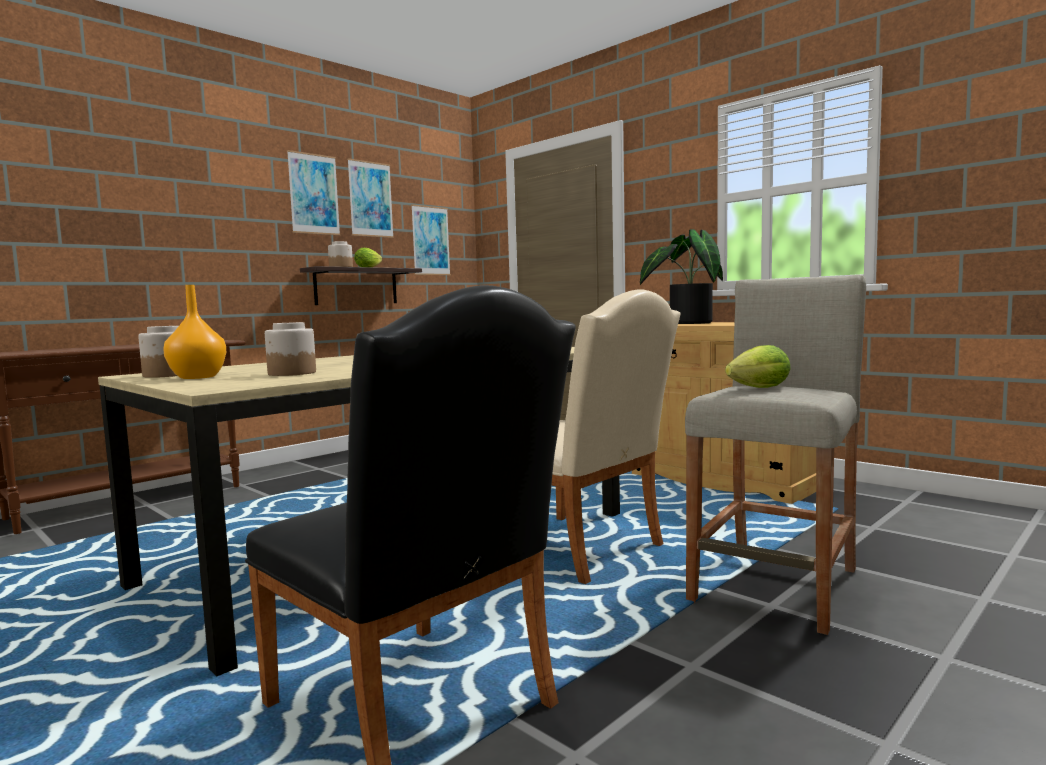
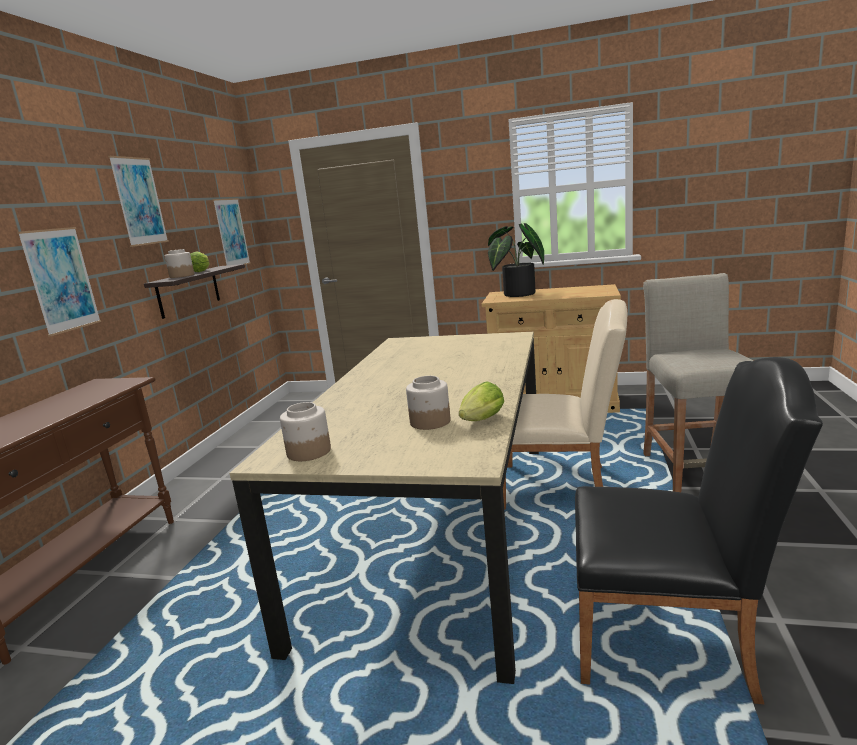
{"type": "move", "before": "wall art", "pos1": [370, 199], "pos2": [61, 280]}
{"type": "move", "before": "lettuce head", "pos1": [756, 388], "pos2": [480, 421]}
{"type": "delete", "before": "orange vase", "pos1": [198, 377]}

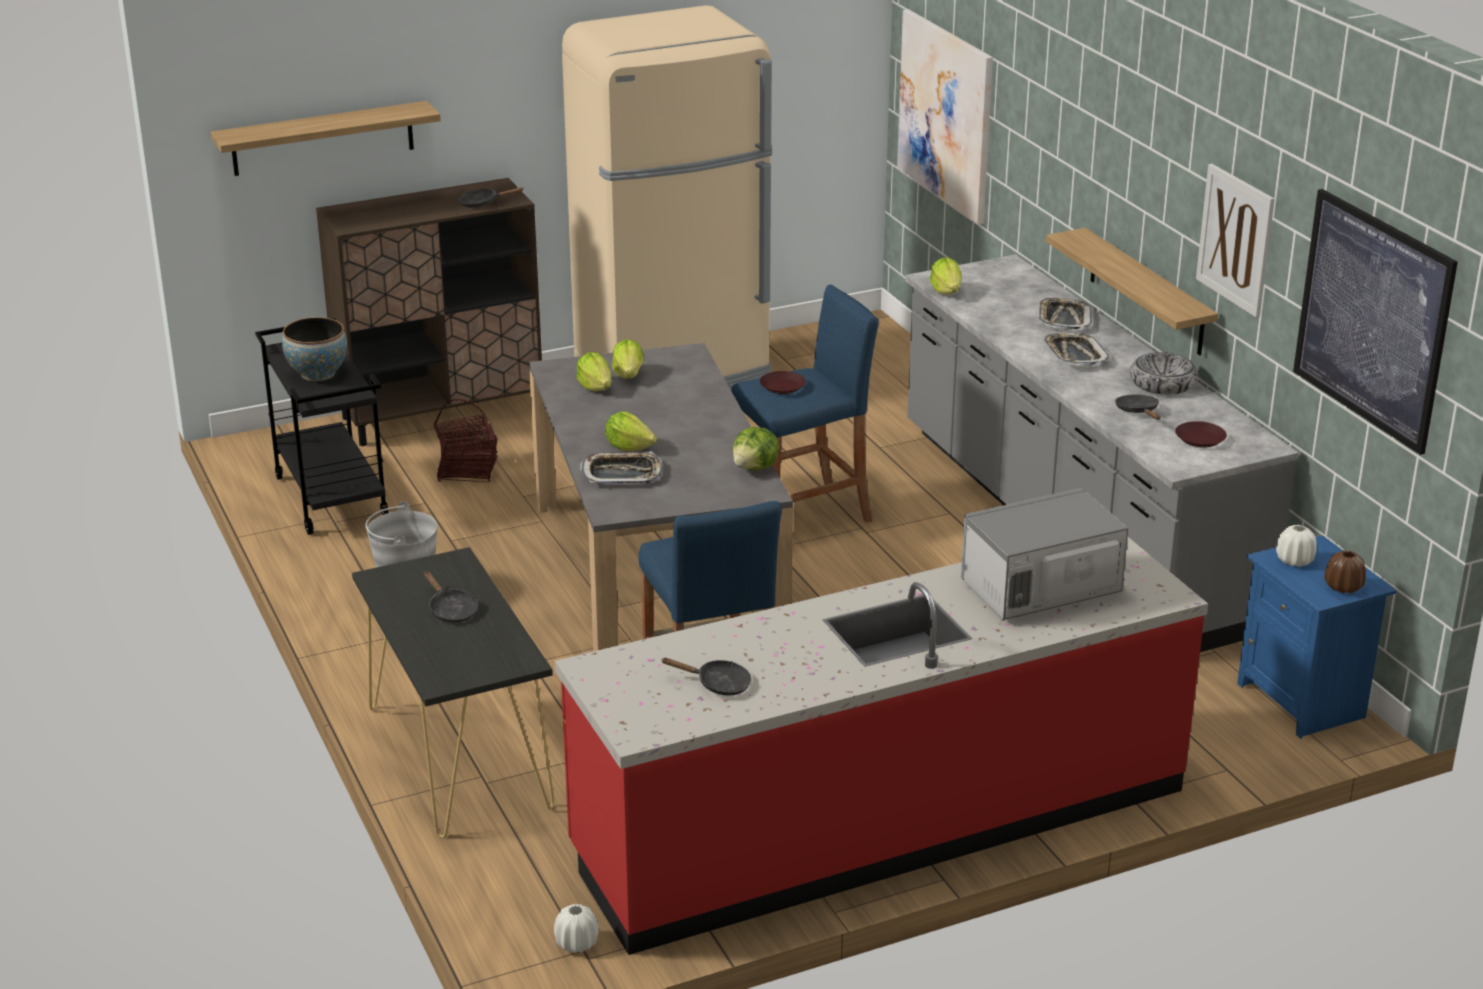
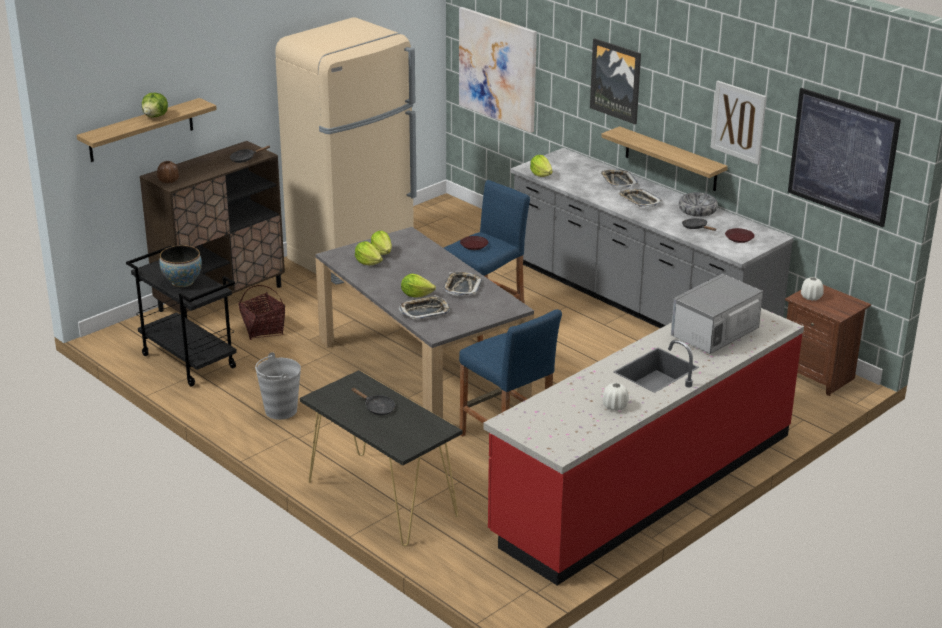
{"type": "move", "before": "lettuce head", "pos1": [755, 468], "pos2": [155, 116]}
{"type": "move", "before": "brown vase", "pos1": [1343, 587], "pos2": [168, 181]}
{"type": "insert", "after": "serving tray", "pos2": [462, 287]}
{"type": "insert", "after": "wall art", "pos2": [616, 80]}
{"type": "move", "before": "whitish vase", "pos1": [577, 943], "pos2": [615, 406]}
{"type": "recolor", "before": "blue night table", "after": "brown night table", "pos1": [1303, 700], "pos2": [818, 375]}
{"type": "delete", "before": "blackish pan", "pos1": [718, 684]}

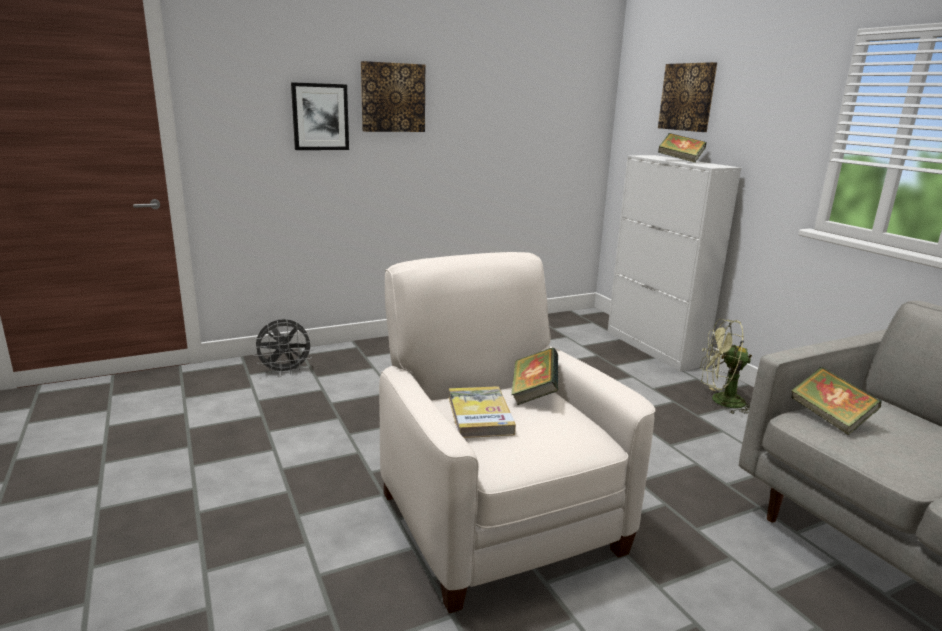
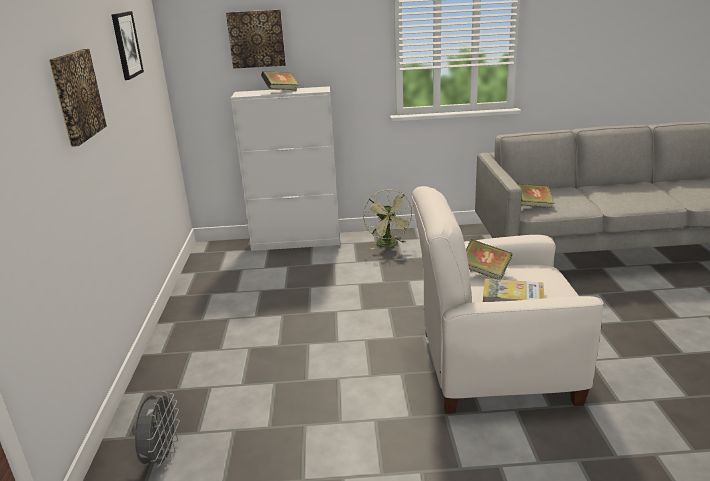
{"type": "move", "before": "wall art", "pos1": [320, 117], "pos2": [126, 45]}
{"type": "rotate", "before": "green-coloured fan", "pos1": [720, 401], "pos2": [389, 245], "turn": -45}

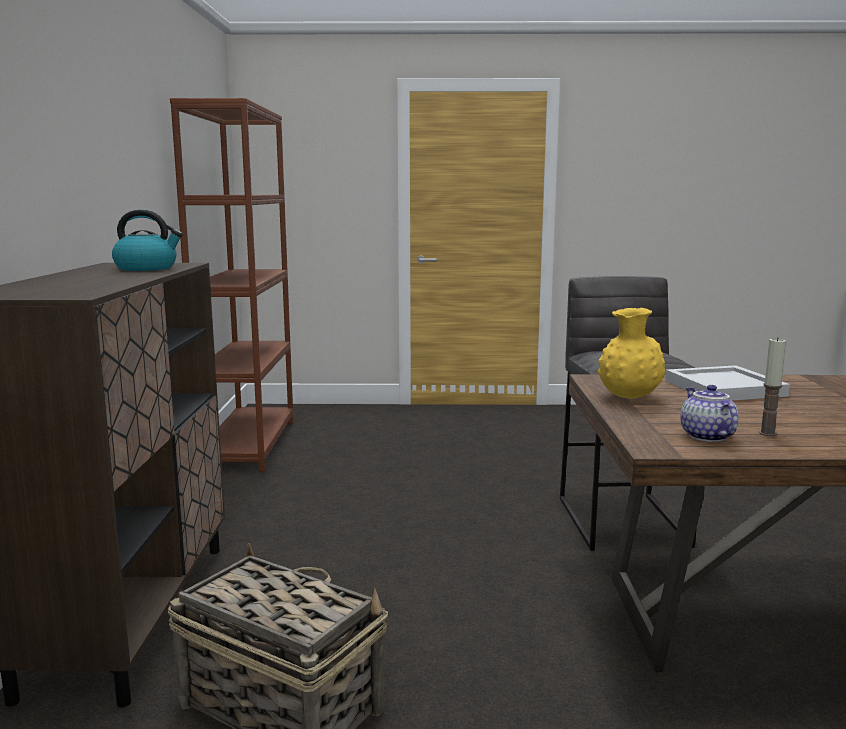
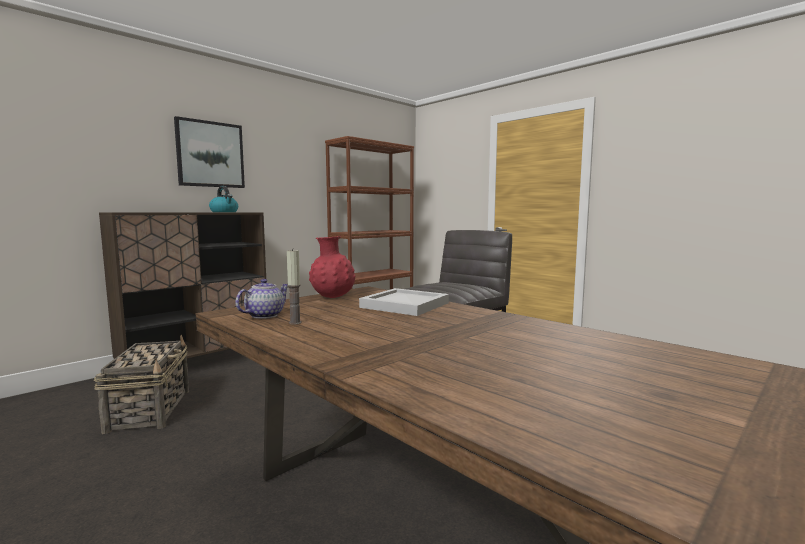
{"type": "insert", "after": "wall art", "pos2": [210, 154]}
{"type": "recolor", "before": "yellowish vase", "after": "red-coloured vase", "pos1": [629, 397], "pos2": [332, 297]}

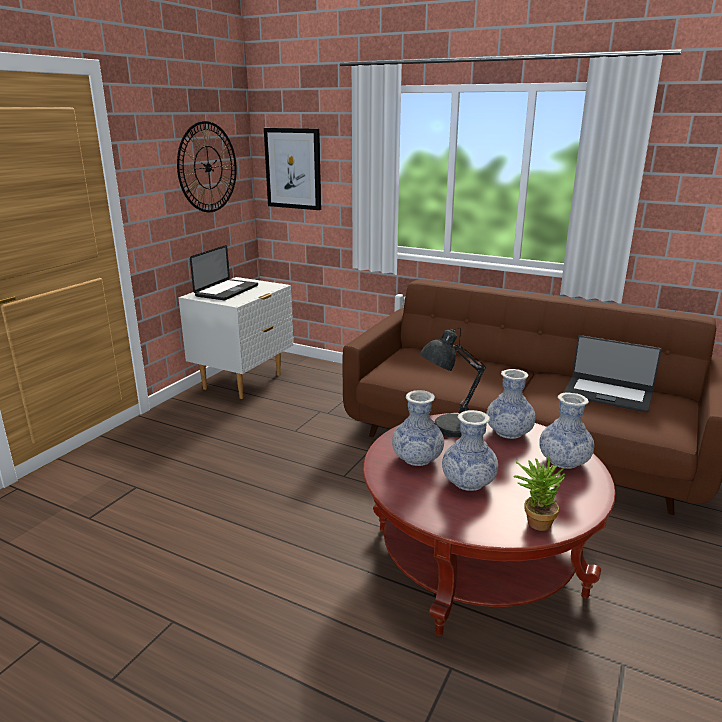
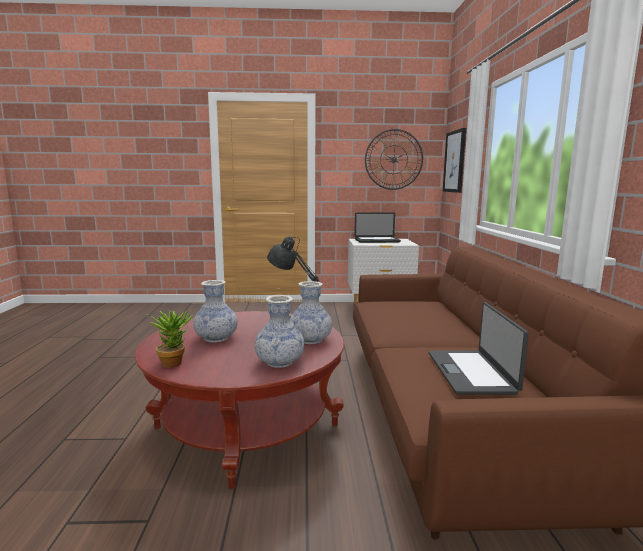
{"type": "delete", "before": "vase", "pos1": [417, 458]}

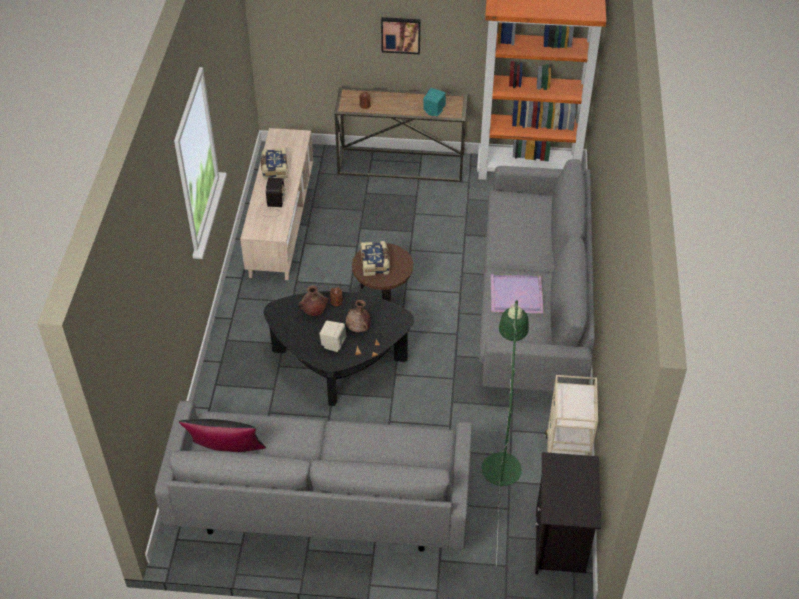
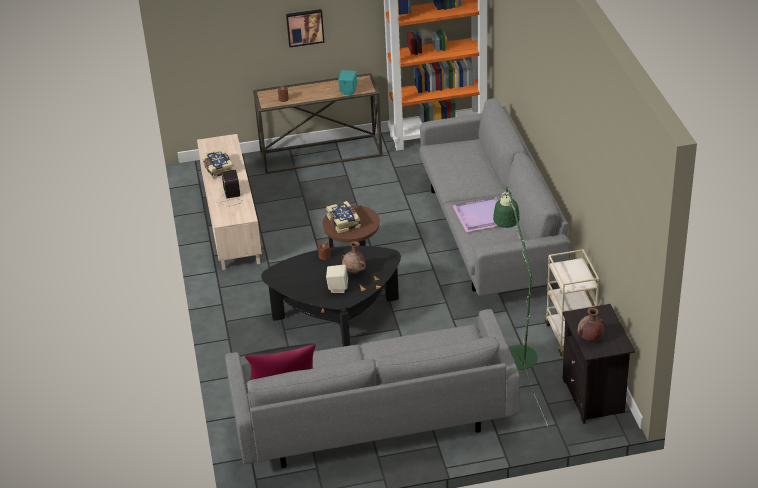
{"type": "move", "before": "brown vase", "pos1": [314, 311], "pos2": [589, 338]}

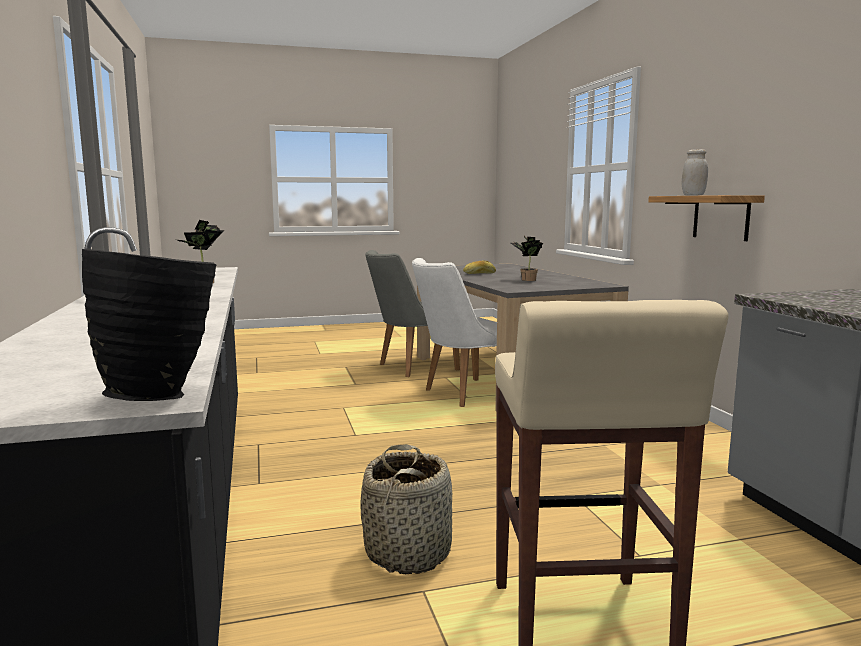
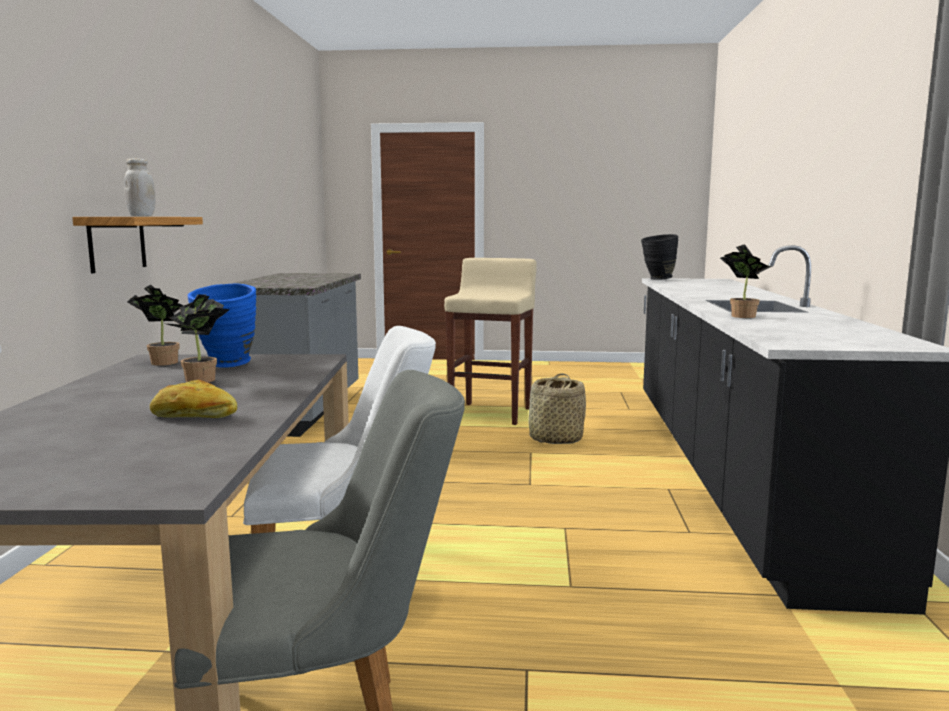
{"type": "insert", "after": "potted plant", "pos2": [161, 362]}
{"type": "insert", "after": "blue vase", "pos2": [227, 365]}

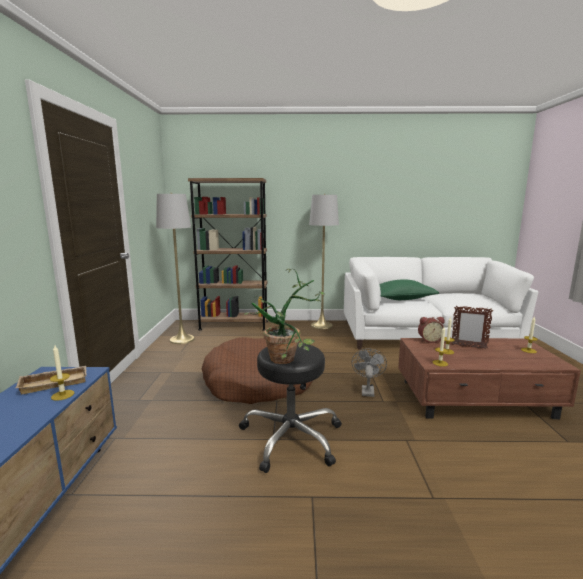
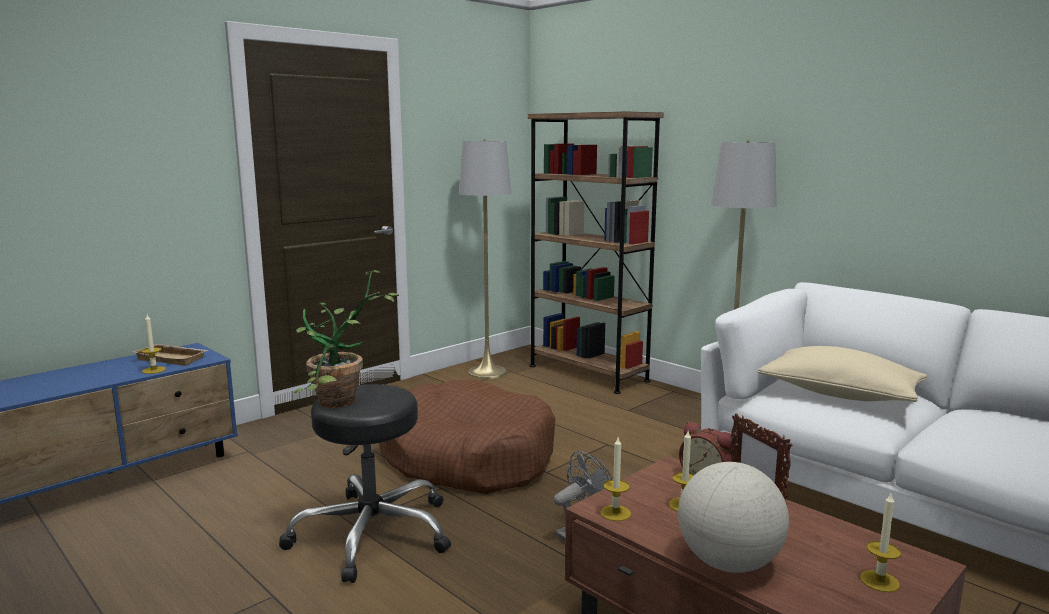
{"type": "insert", "after": "world globe", "pos2": [729, 563]}
{"type": "recolor", "before": "green-coloured throw pillow", "after": "sand-coloured throw pillow", "pos1": [401, 299], "pos2": [839, 394]}

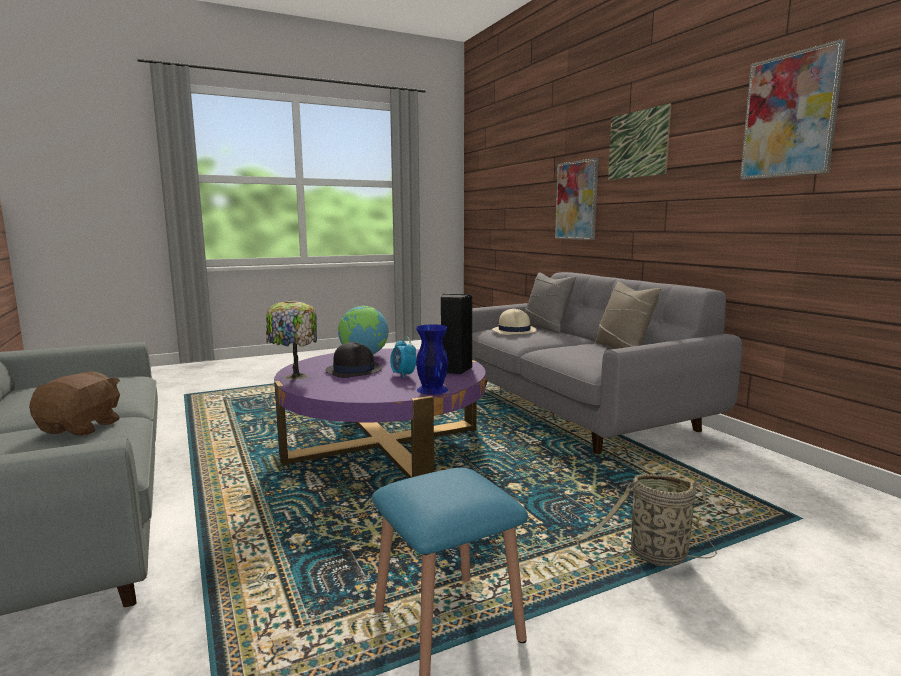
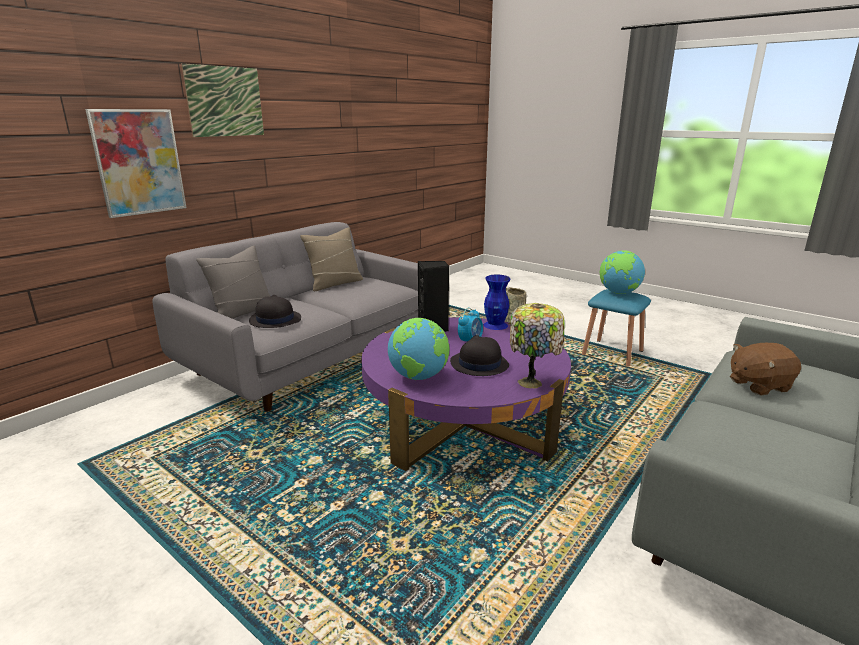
{"type": "recolor", "before": "sand-coloured clothing hat", "after": "blackish clothing hat", "pos1": [514, 331], "pos2": [274, 320]}
{"type": "insert", "after": "world globe", "pos2": [618, 293]}
{"type": "delete", "before": "wall art", "pos1": [789, 116]}

